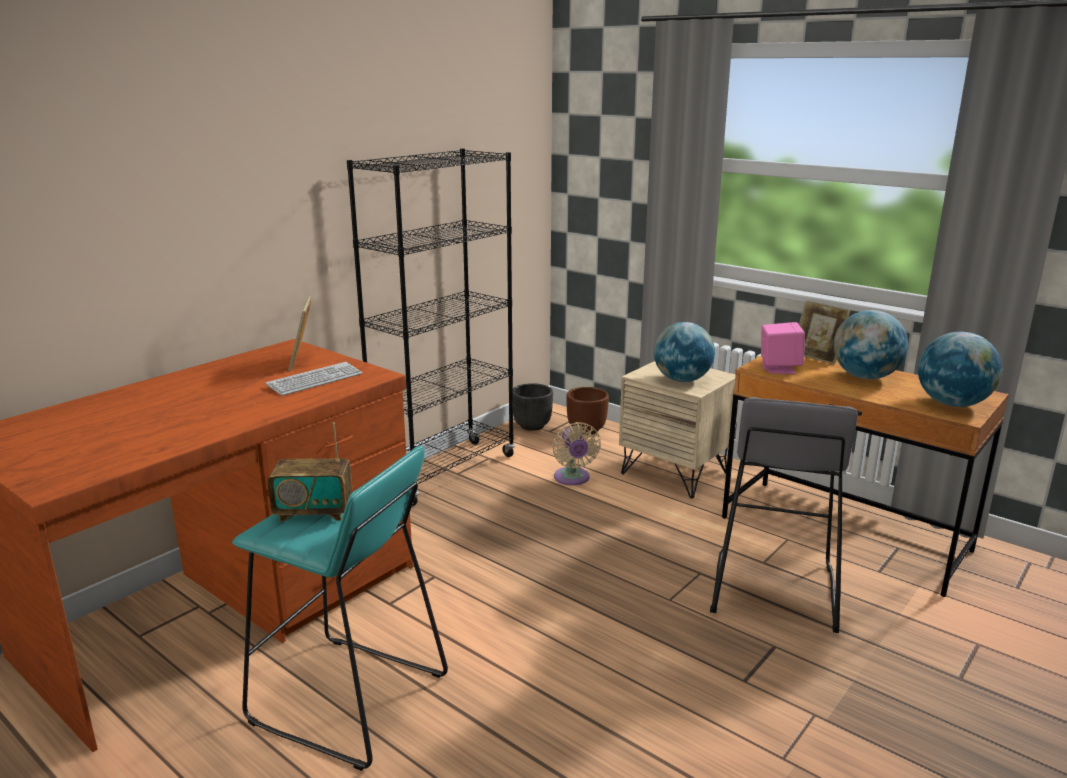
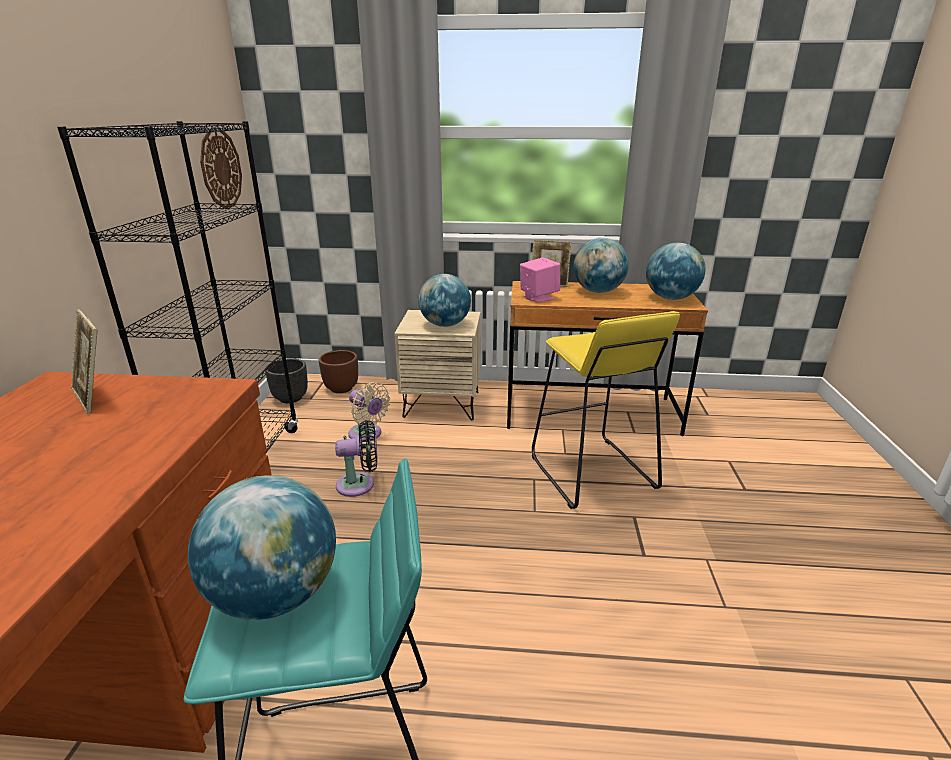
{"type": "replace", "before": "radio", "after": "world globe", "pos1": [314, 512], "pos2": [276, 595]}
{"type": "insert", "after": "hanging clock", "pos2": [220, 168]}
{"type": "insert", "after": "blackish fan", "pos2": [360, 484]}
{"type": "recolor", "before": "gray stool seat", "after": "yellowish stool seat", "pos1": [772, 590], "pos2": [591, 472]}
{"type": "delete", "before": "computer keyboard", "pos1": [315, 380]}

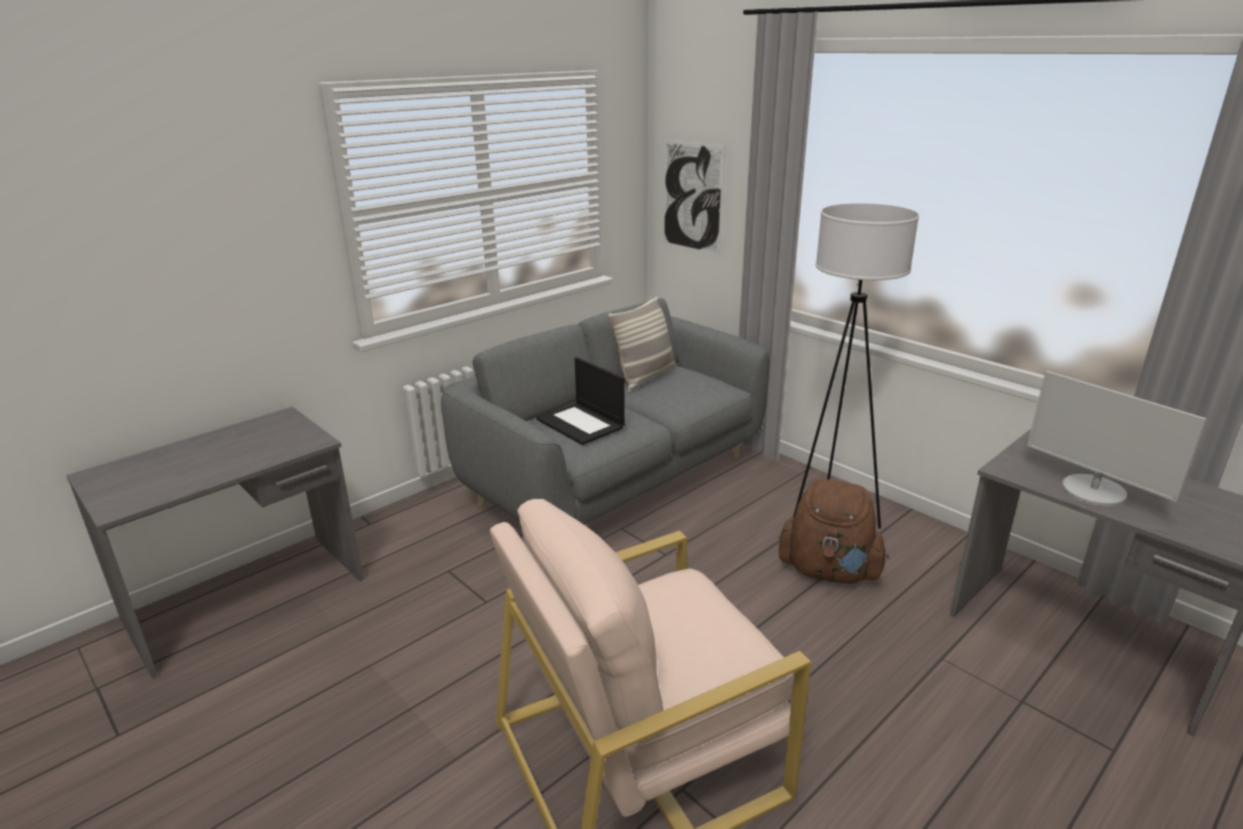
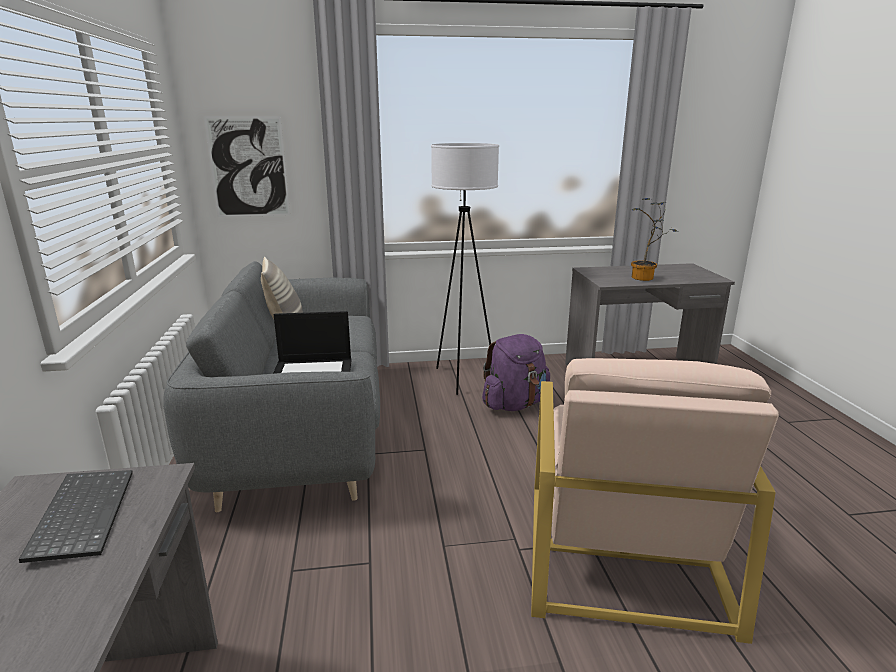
{"type": "insert", "after": "computer keyboard", "pos2": [81, 514]}
{"type": "recolor", "before": "brown knapsack", "after": "purple knapsack", "pos1": [829, 571], "pos2": [515, 404]}
{"type": "replace", "before": "computer screen", "after": "potted plant", "pos1": [1093, 491], "pos2": [645, 278]}

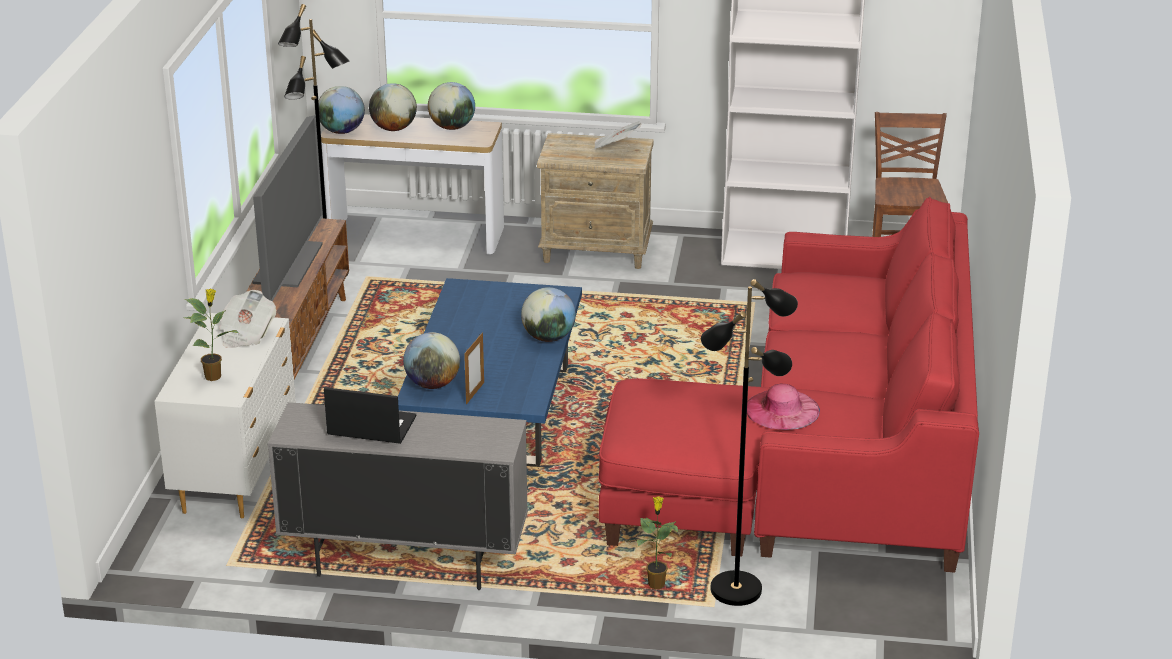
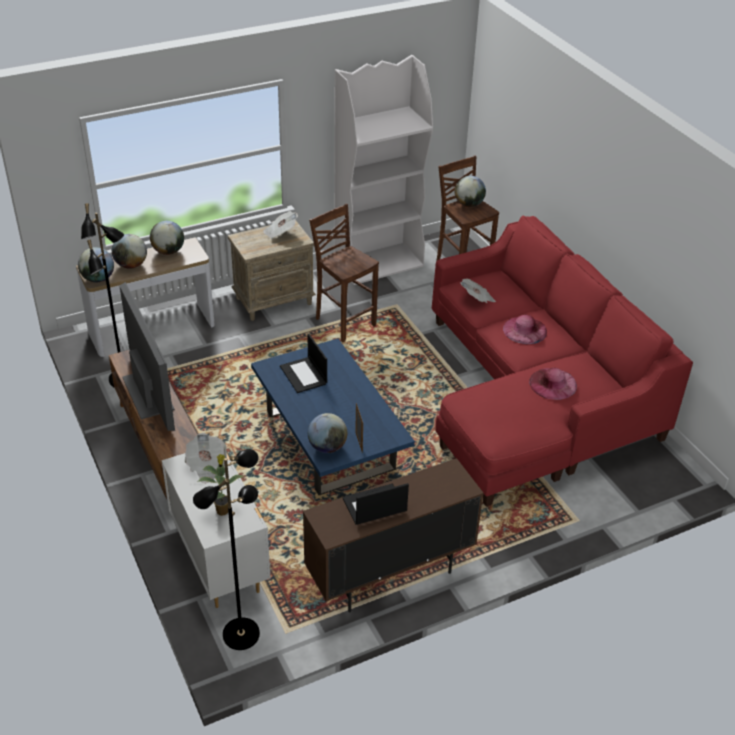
{"type": "move", "before": "blackish standard lamp", "pos1": [736, 589], "pos2": [240, 633]}
{"type": "insert", "after": "laptop", "pos2": [304, 375]}
{"type": "recolor", "before": "gray cupboard", "after": "brown cupboard", "pos1": [404, 563], "pos2": [389, 576]}
{"type": "insert", "after": "brown stool seat", "pos2": [344, 321]}
{"type": "move", "before": "world globe", "pos1": [548, 338], "pos2": [469, 205]}
{"type": "insert", "after": "daily paper", "pos2": [477, 299]}
{"type": "insert", "after": "pink-coloured clothing hat", "pos2": [525, 330]}
{"type": "delete", "before": "potted plant", "pos1": [656, 584]}

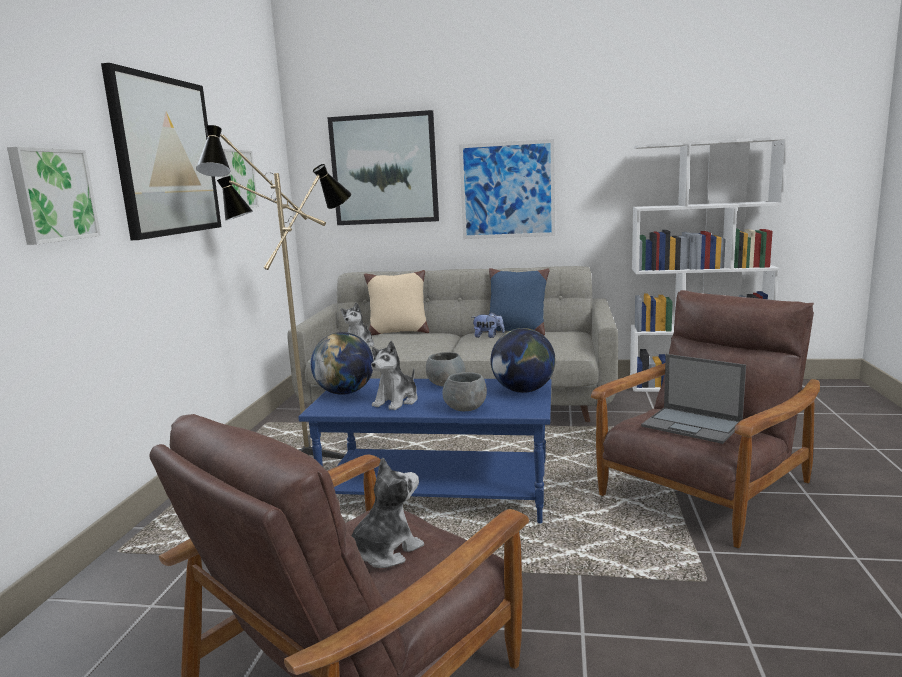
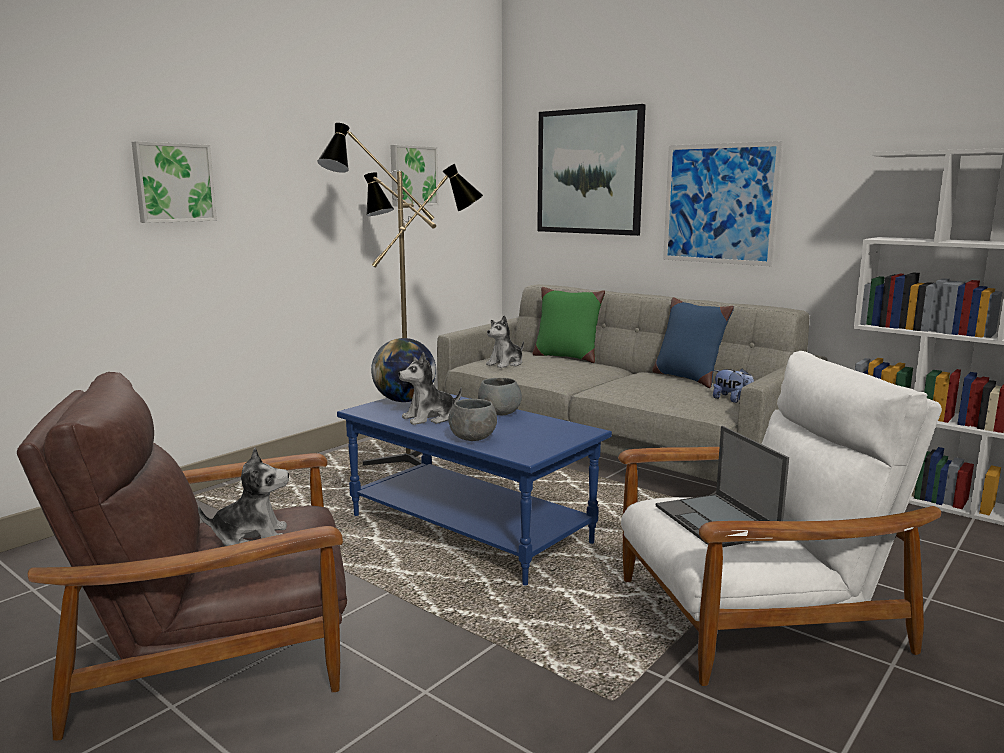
{"type": "recolor", "before": "sand-coloured throw pillow", "after": "green-coloured throw pillow", "pos1": [398, 332], "pos2": [566, 357]}
{"type": "recolor", "before": "brown armchair", "after": "whitish armchair", "pos1": [703, 490], "pos2": [754, 615]}
{"type": "move", "before": "cuddly toy", "pos1": [488, 336], "pos2": [732, 400]}
{"type": "delete", "before": "wall art", "pos1": [165, 156]}
{"type": "delete", "before": "world globe", "pos1": [523, 391]}

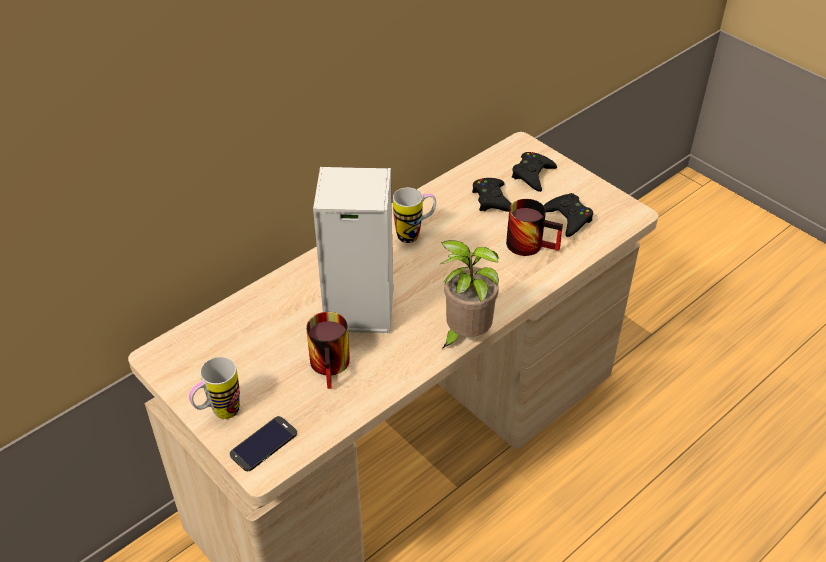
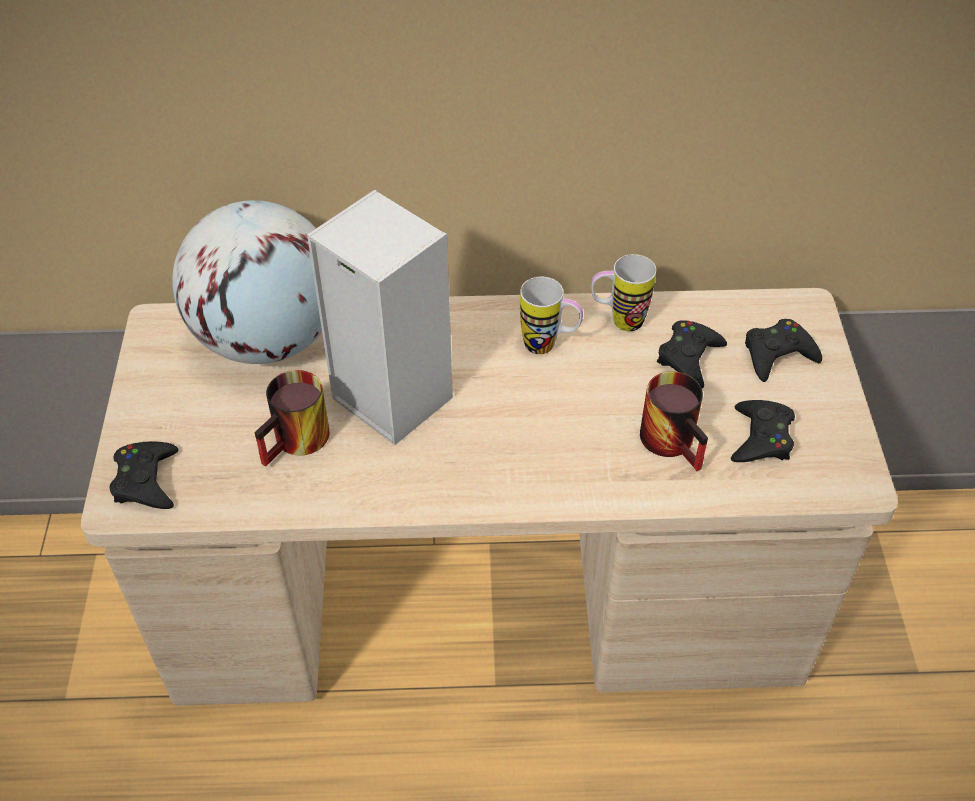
{"type": "replace", "before": "handset", "after": "blackish joypad", "pos1": [264, 444], "pos2": [146, 481]}
{"type": "insert", "after": "world globe", "pos2": [268, 338]}
{"type": "move", "before": "tea mug", "pos1": [219, 414], "pos2": [617, 321]}
{"type": "delete", "before": "potted plant", "pos1": [465, 335]}

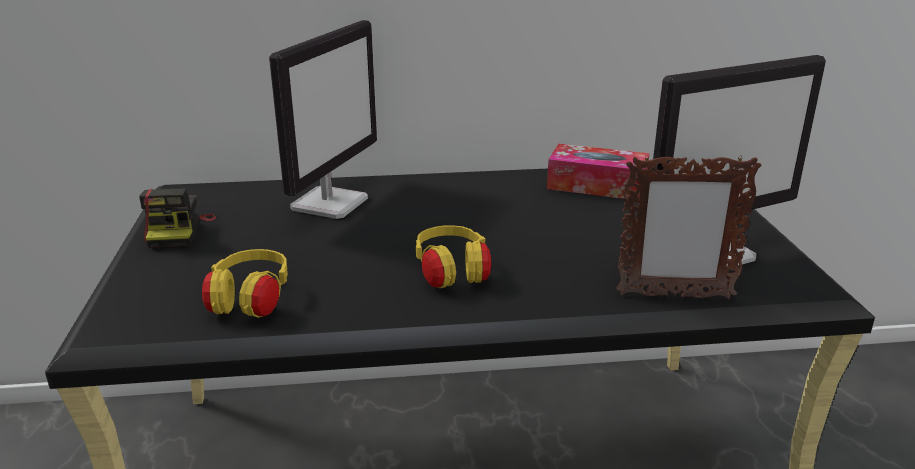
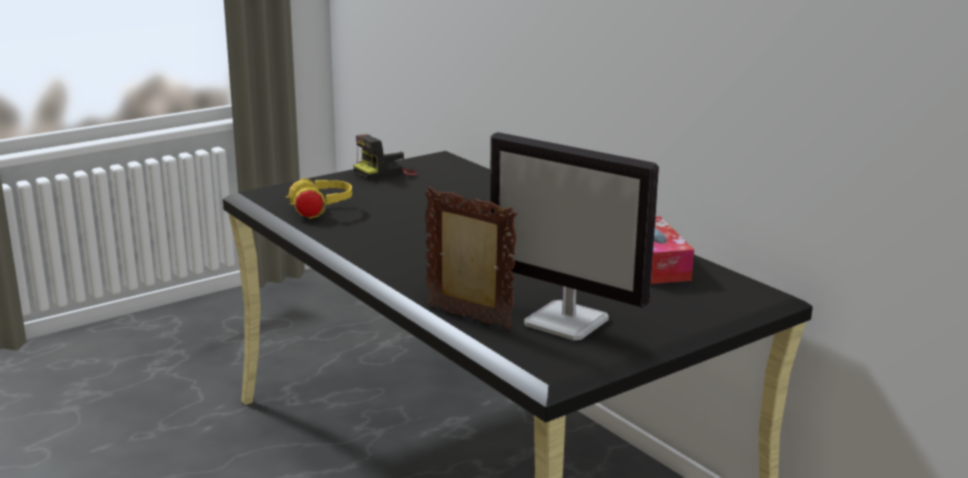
{"type": "rotate", "before": "photo frame", "pos1": [673, 296], "pos2": [469, 318], "turn": 150}
{"type": "delete", "before": "computer screen", "pos1": [330, 203]}
{"type": "delete", "before": "yellowish headset", "pos1": [452, 275]}

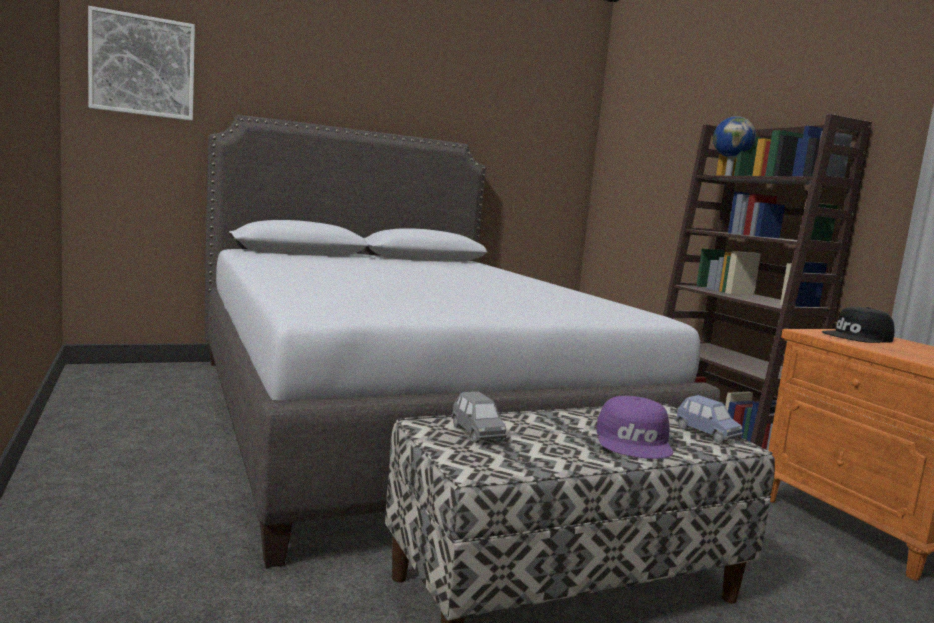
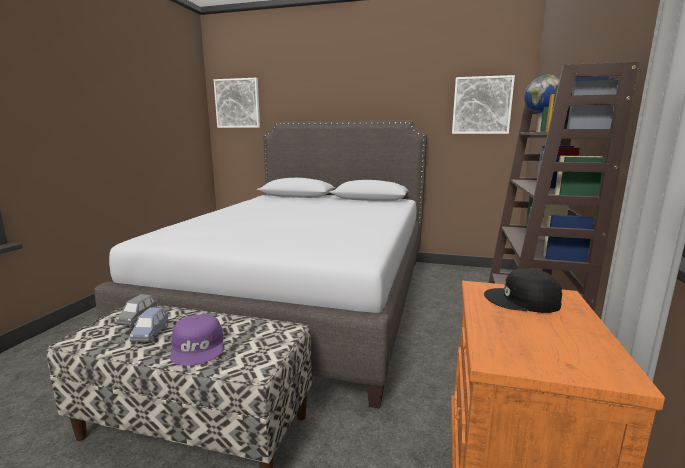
{"type": "move", "before": "blue model car", "pos1": [706, 433], "pos2": [150, 334]}
{"type": "rotate", "before": "purple cap", "pos1": [634, 441], "pos2": [199, 347], "turn": -60}
{"type": "insert", "after": "wall art", "pos2": [481, 105]}

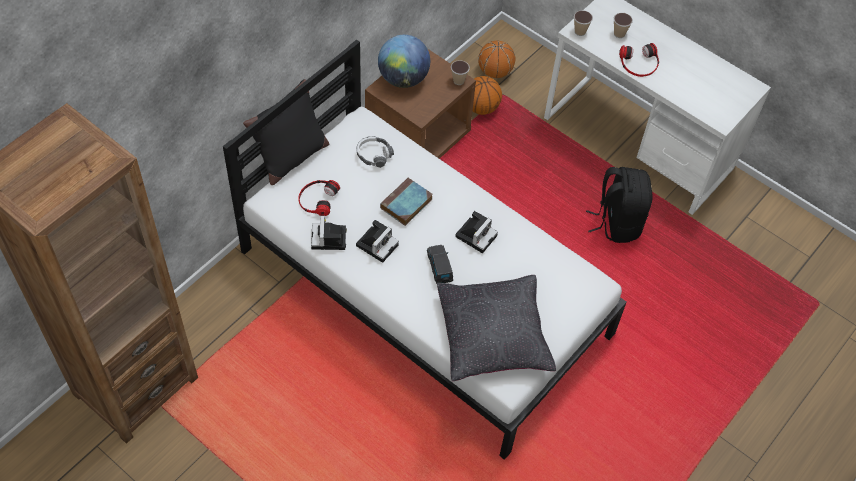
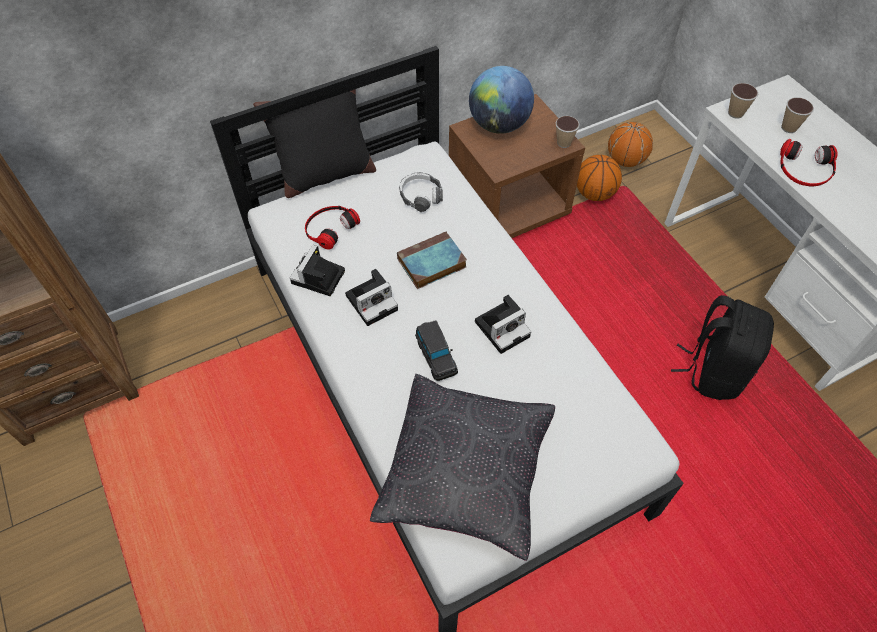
{"type": "rotate", "before": "blackish model car", "pos1": [439, 268], "pos2": [436, 356], "turn": 150}

